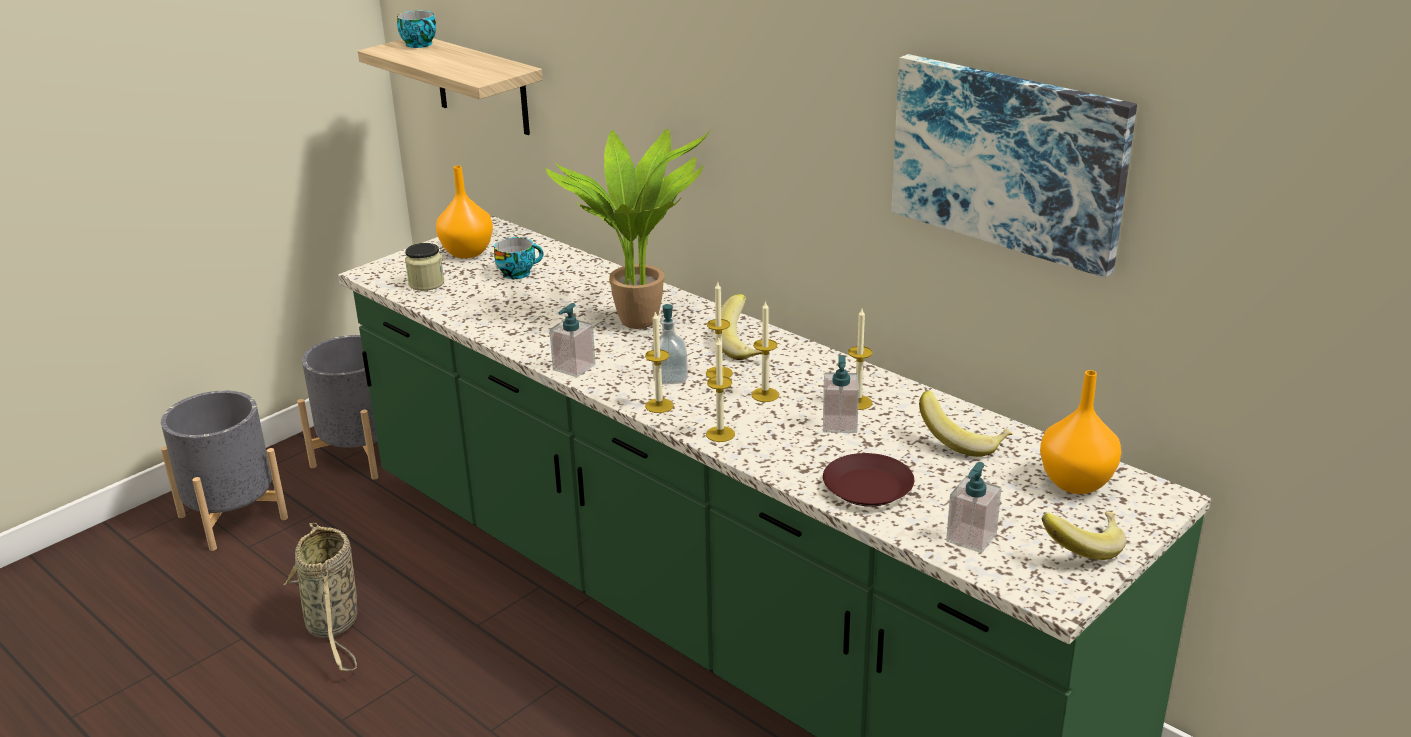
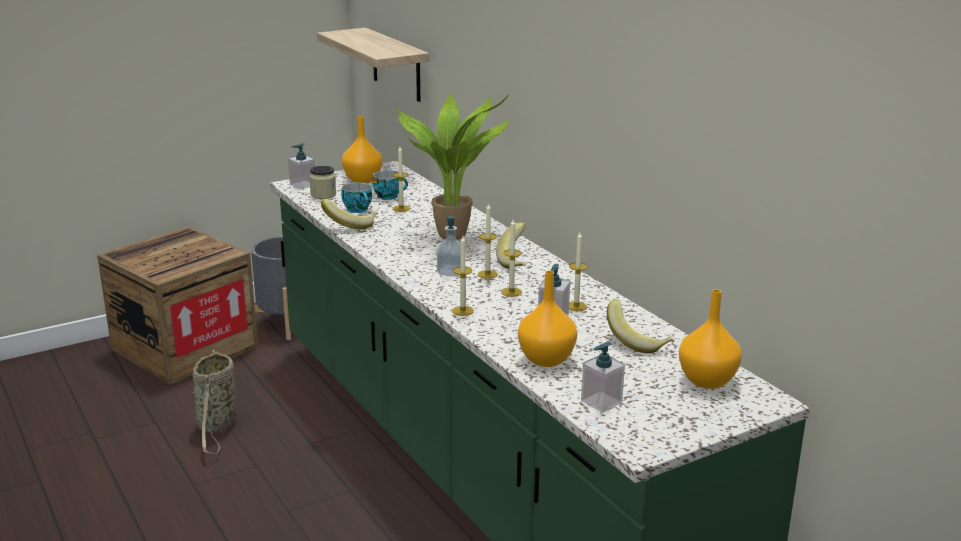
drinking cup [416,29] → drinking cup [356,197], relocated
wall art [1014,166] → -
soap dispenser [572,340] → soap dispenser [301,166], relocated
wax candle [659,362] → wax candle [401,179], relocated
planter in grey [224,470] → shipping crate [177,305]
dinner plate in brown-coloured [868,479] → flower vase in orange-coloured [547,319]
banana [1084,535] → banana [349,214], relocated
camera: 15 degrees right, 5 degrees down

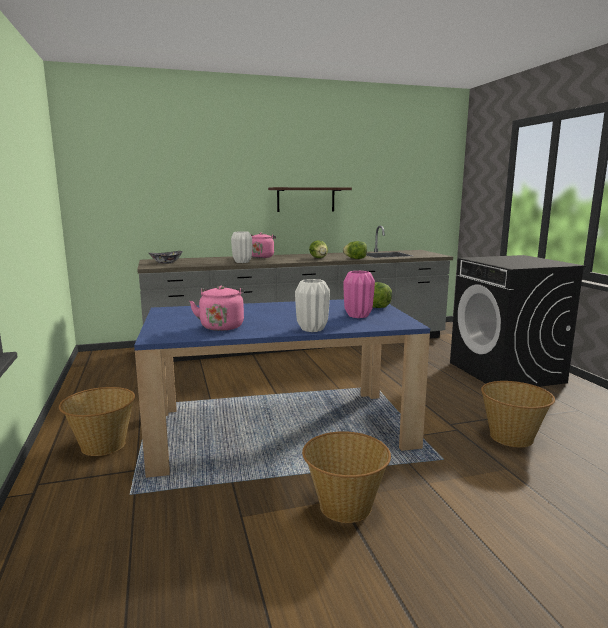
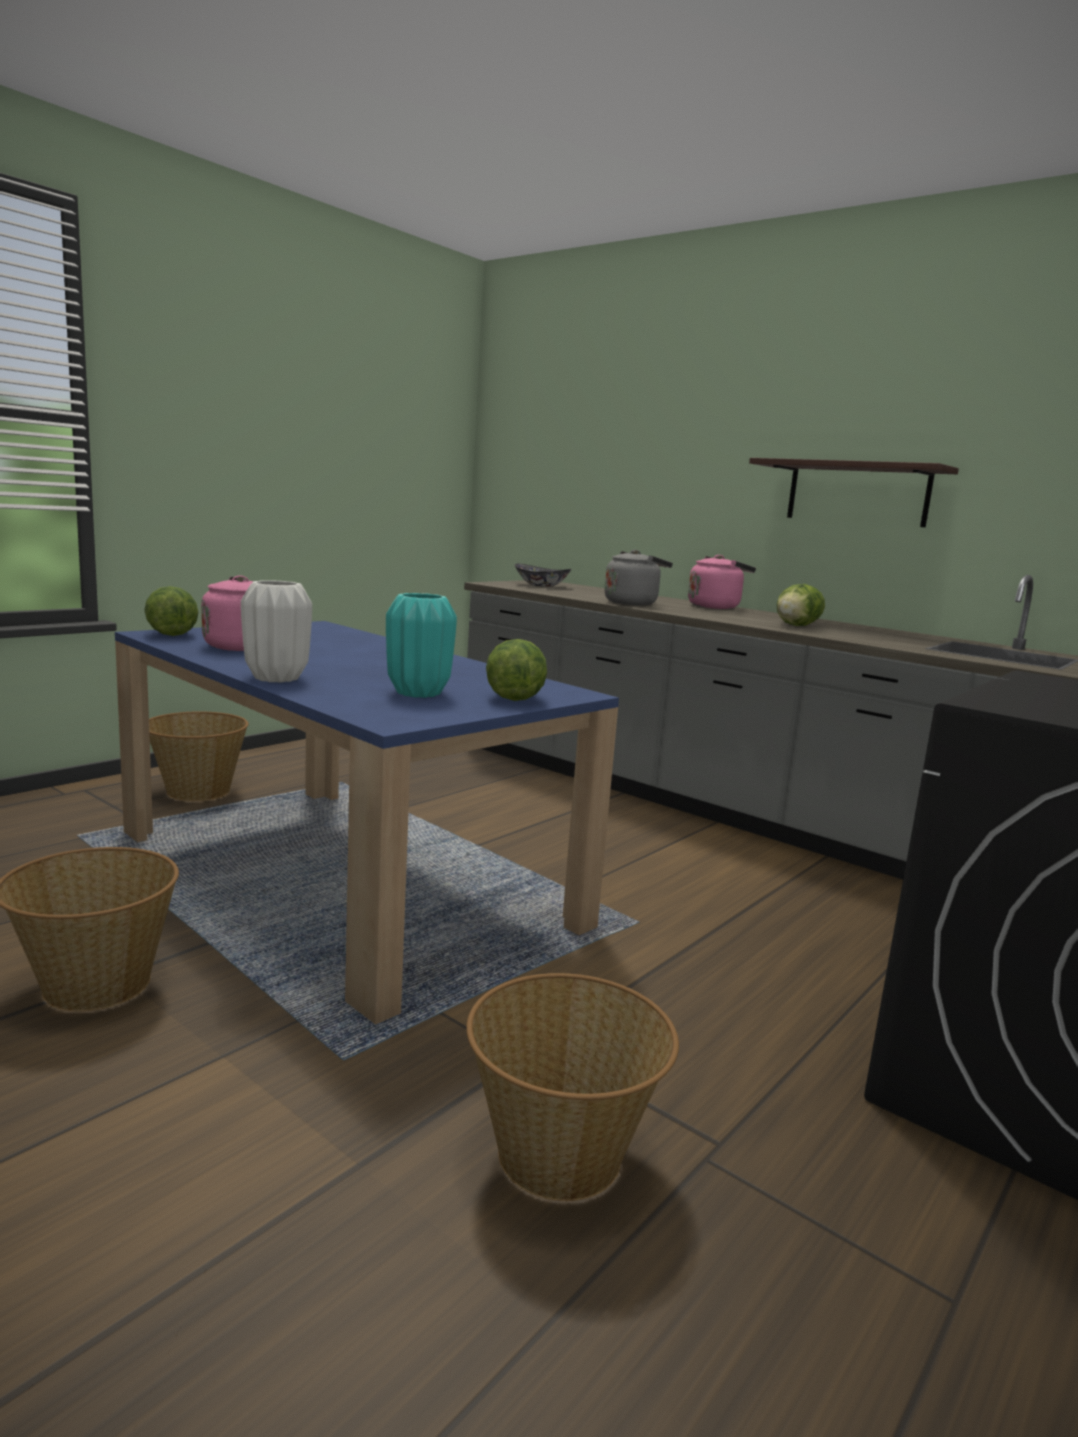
flower vase in white [241,247] → kettle in grey [638,577]
head of lettuce [355,250] → head of lettuce [171,611], relocated
flower vase in pink-coloured [359,294] → flower vase in turquoise [421,645]
camera: 55 degrees right, 0 degrees up

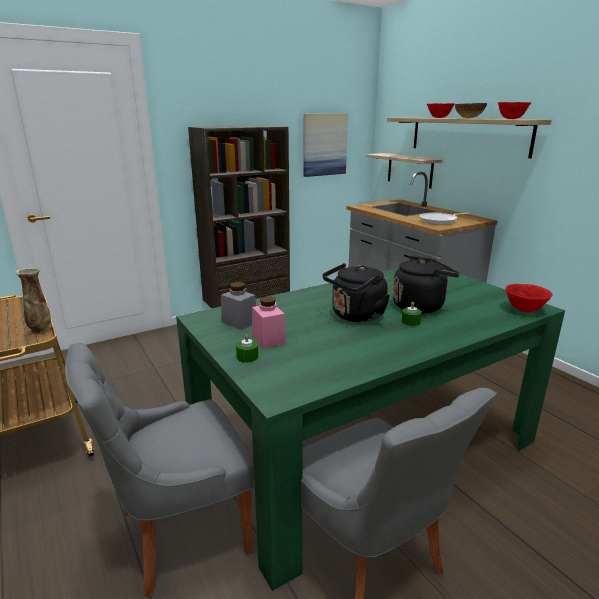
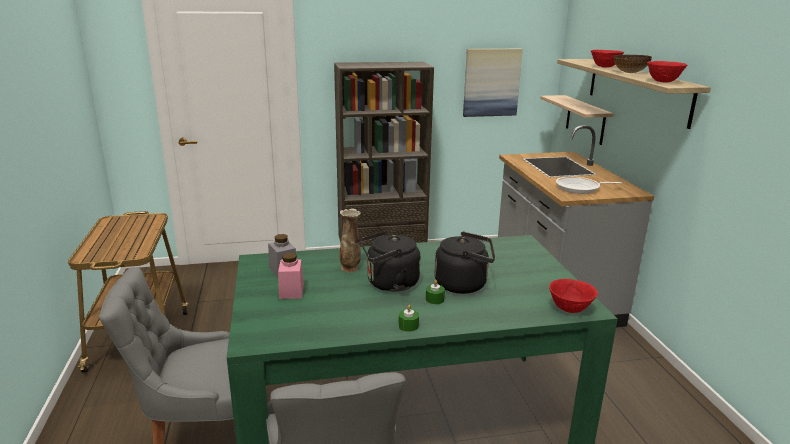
flower vase [33,301] → flower vase [350,240], relocated
wax candle in greenish [247,348] → wax candle in greenish [409,318], relocated
camera: 20 degrees right, 0 degrees up

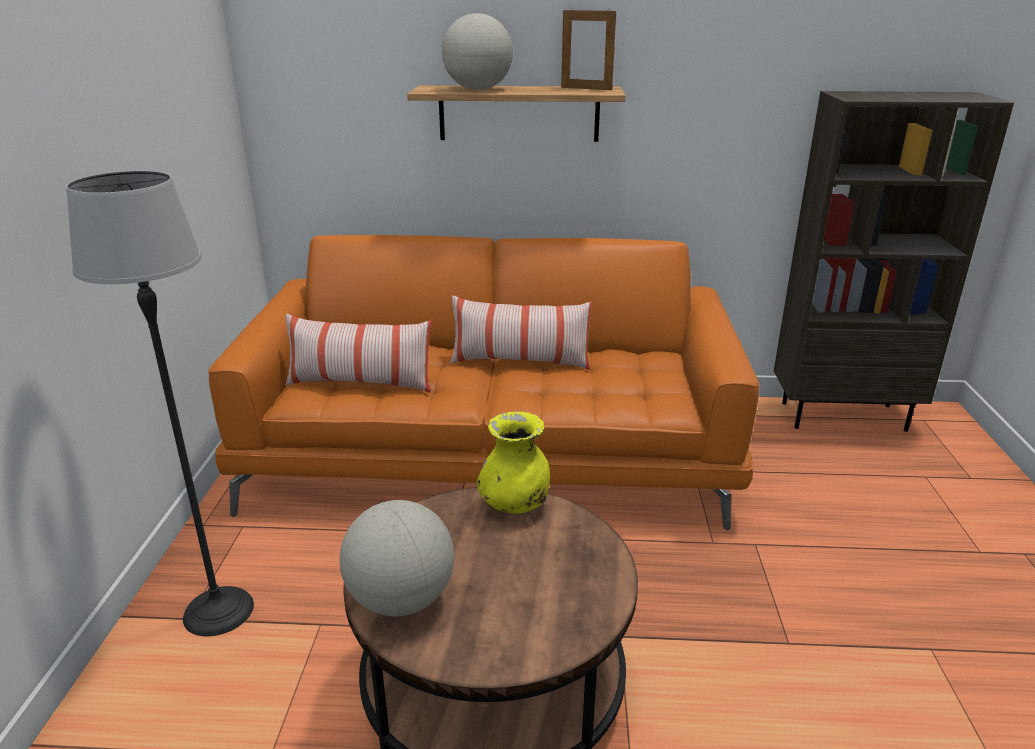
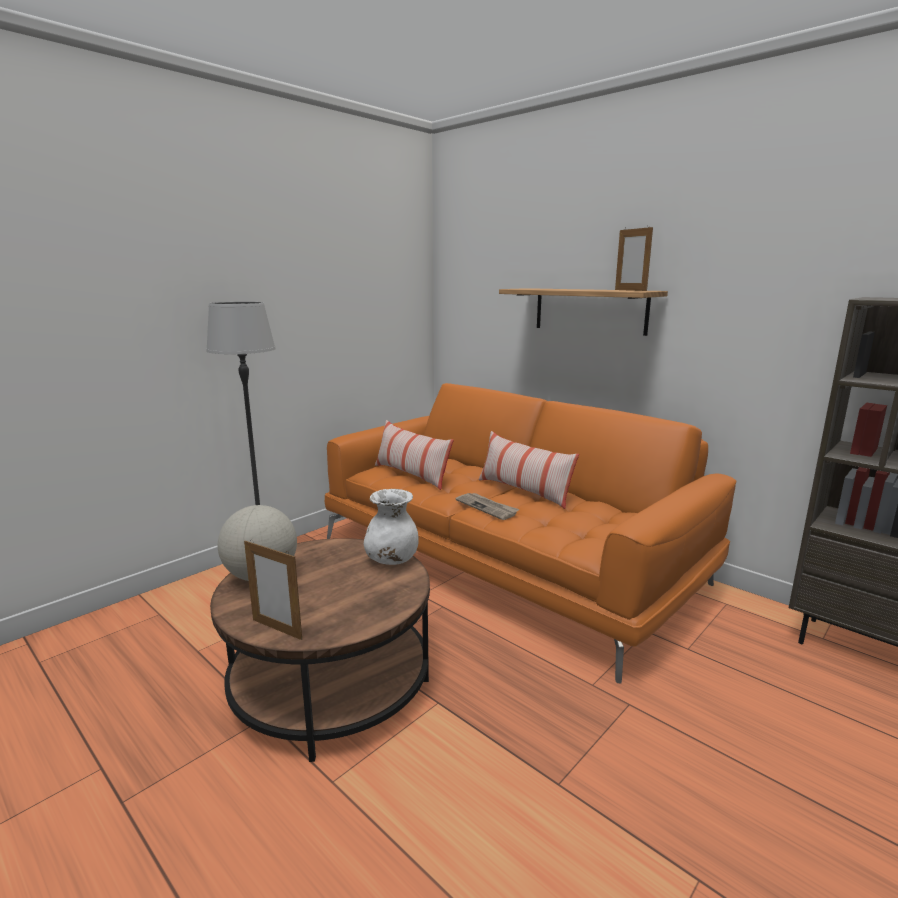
desk globe [477,51] → -
flower vase in yellow [513,462] → flower vase in white [391,527]
- → newspaper [487,506]
- → photo frame [273,590]
camera: 40 degrees right, 10 degrees down

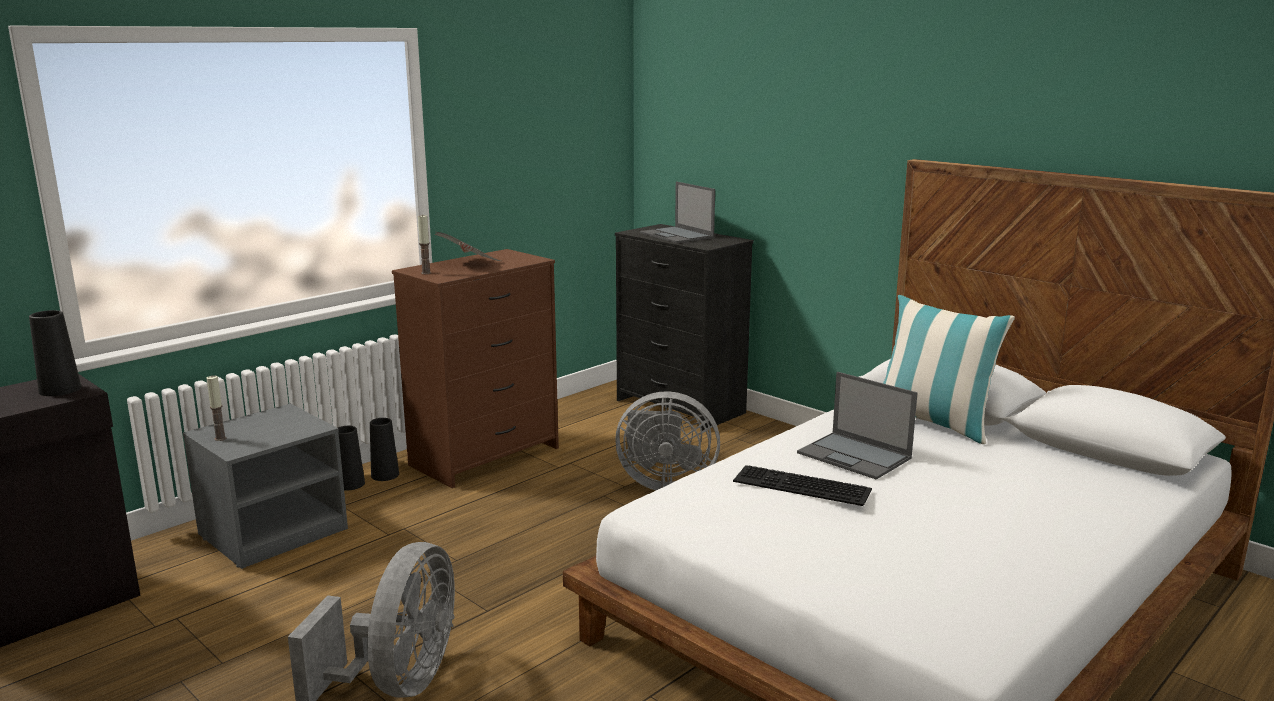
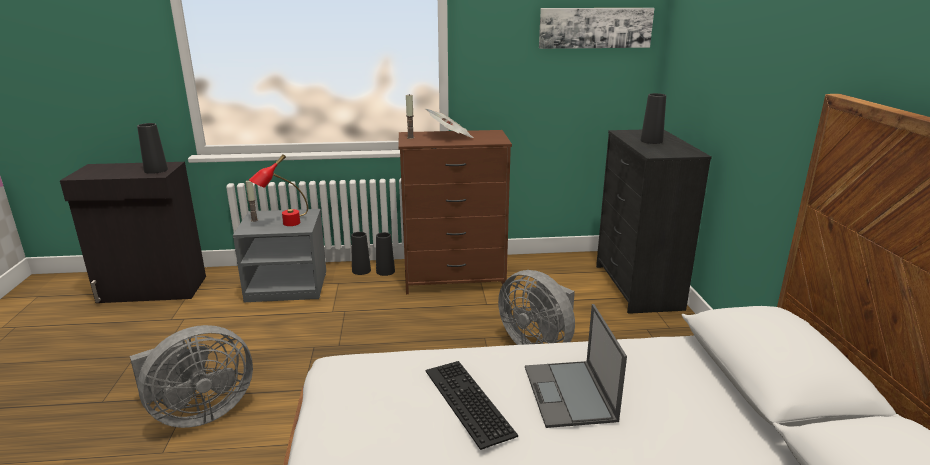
laptop [677,212] → flower vase in black-coloured [653,118]
pillow [949,369] → -
- → wall art [596,28]
- → lamp for a table in red-coloured [278,190]
camera: 40 degrees right, 5 degrees up

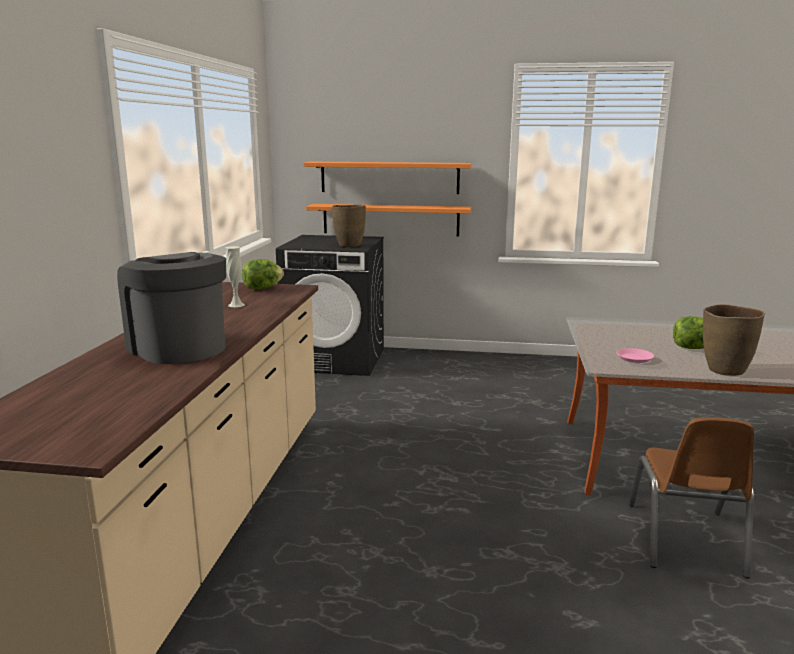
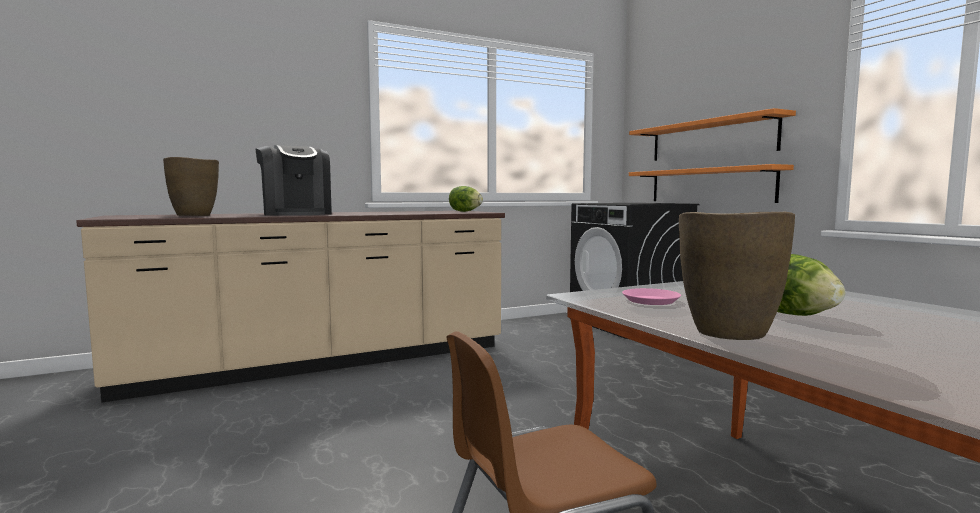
flower vase in brown-coloured [349,225] → flower vase in brown-coloured [191,186], relocated
flower vase in white [235,276] → -
coffee maker [171,308] → coffee maker [293,180], 135 degrees clockwise
camera: 55 degrees right, 10 degrees down

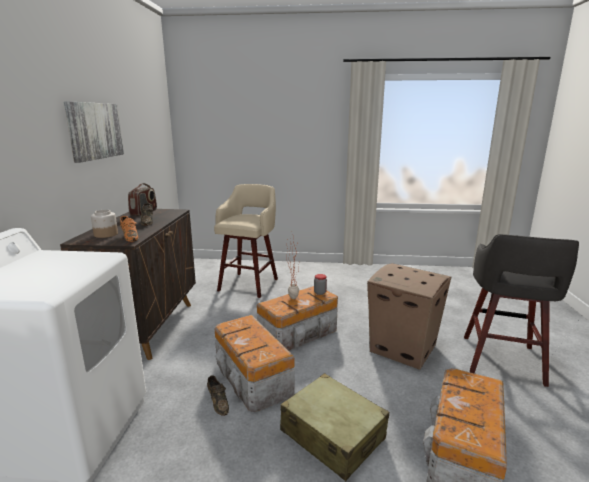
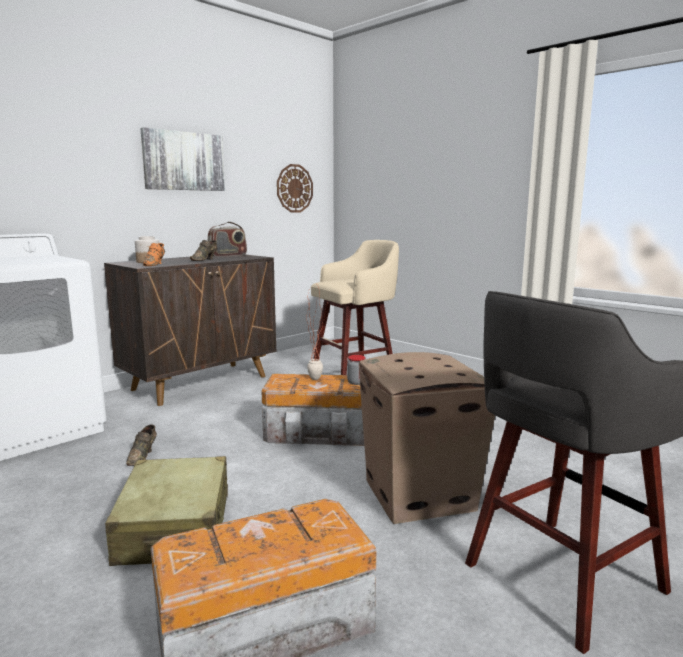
storage box [254,363] → -
- → clock on the wall [295,188]
camera: 40 degrees right, 5 degrees down

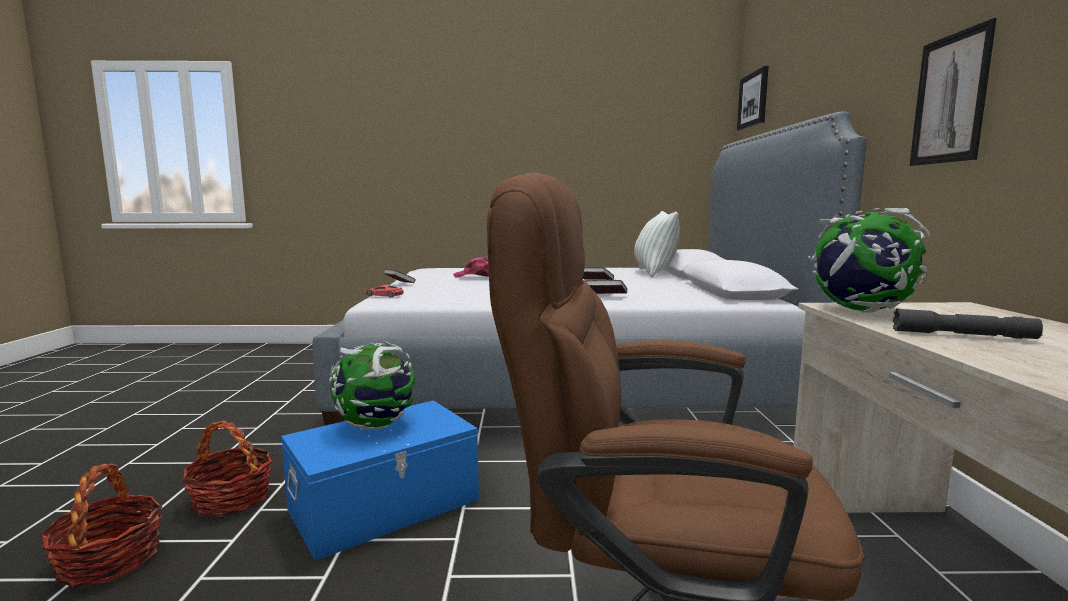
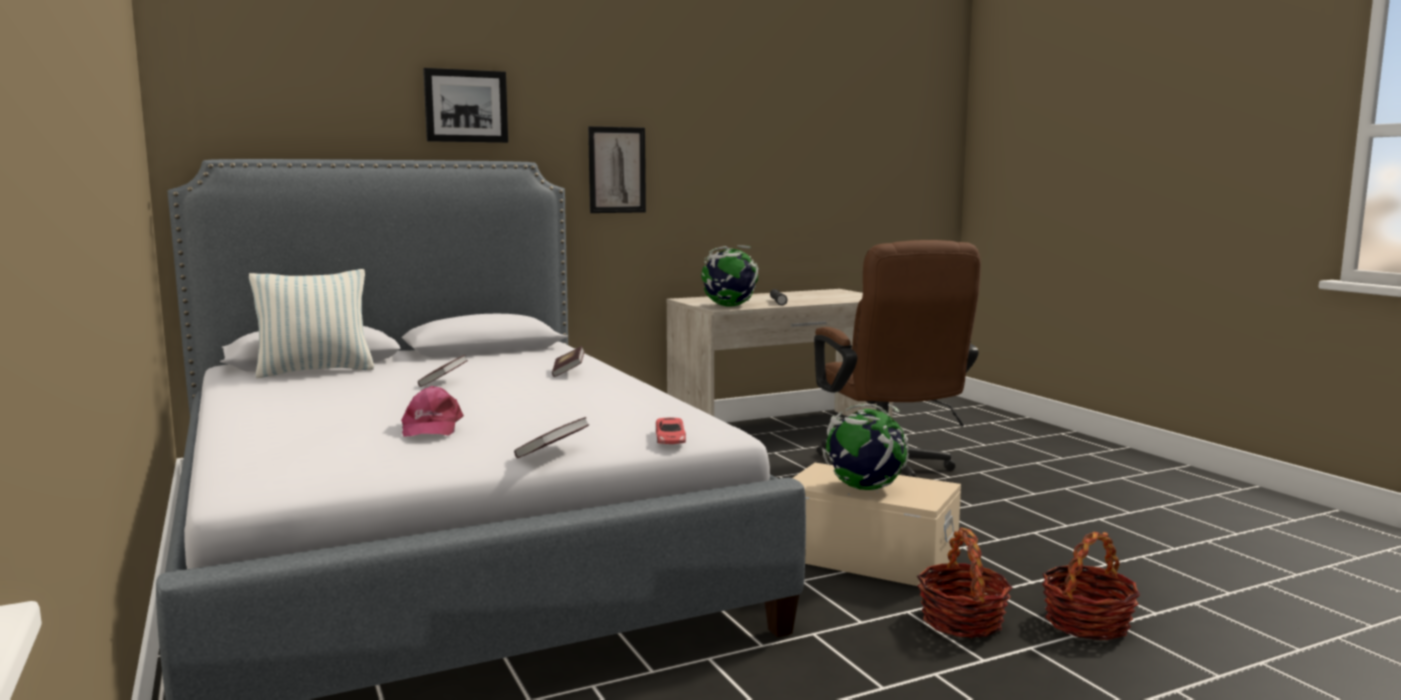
wall art [753,98] → wall art [465,105], relocated
storage box in blue-coloured [380,480] → storage box in beige [877,525]
camera: 115 degrees left, 0 degrees up

